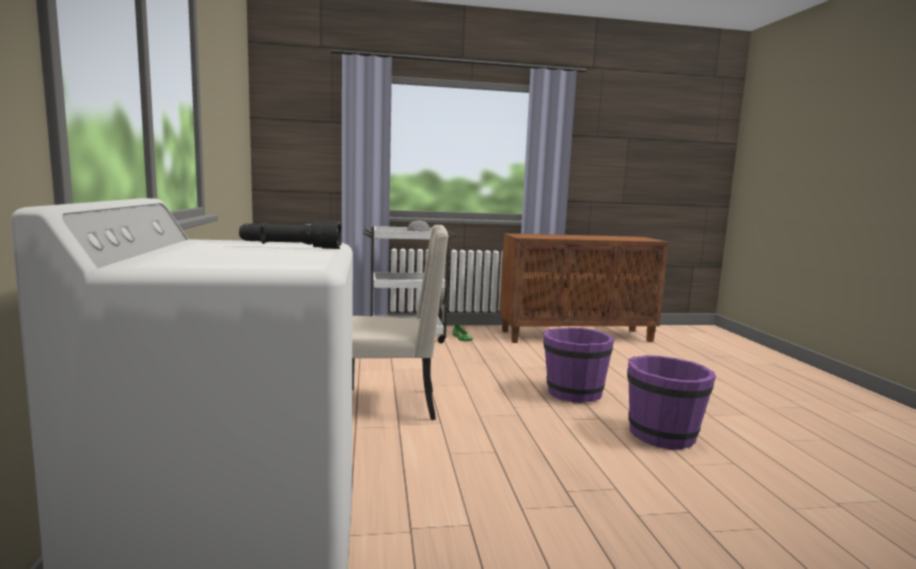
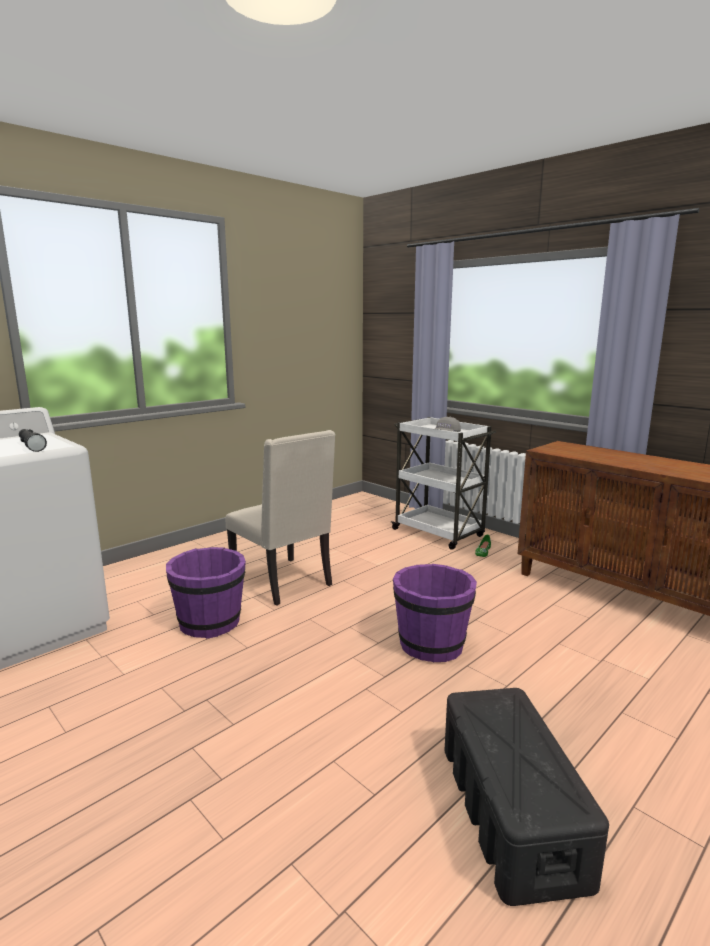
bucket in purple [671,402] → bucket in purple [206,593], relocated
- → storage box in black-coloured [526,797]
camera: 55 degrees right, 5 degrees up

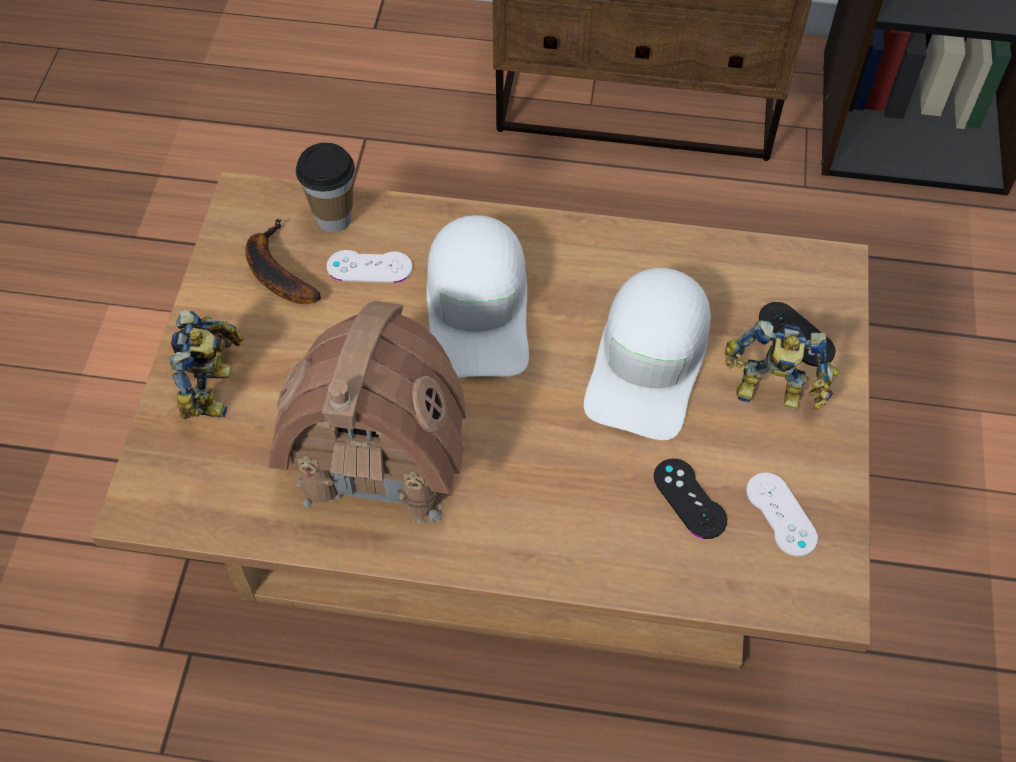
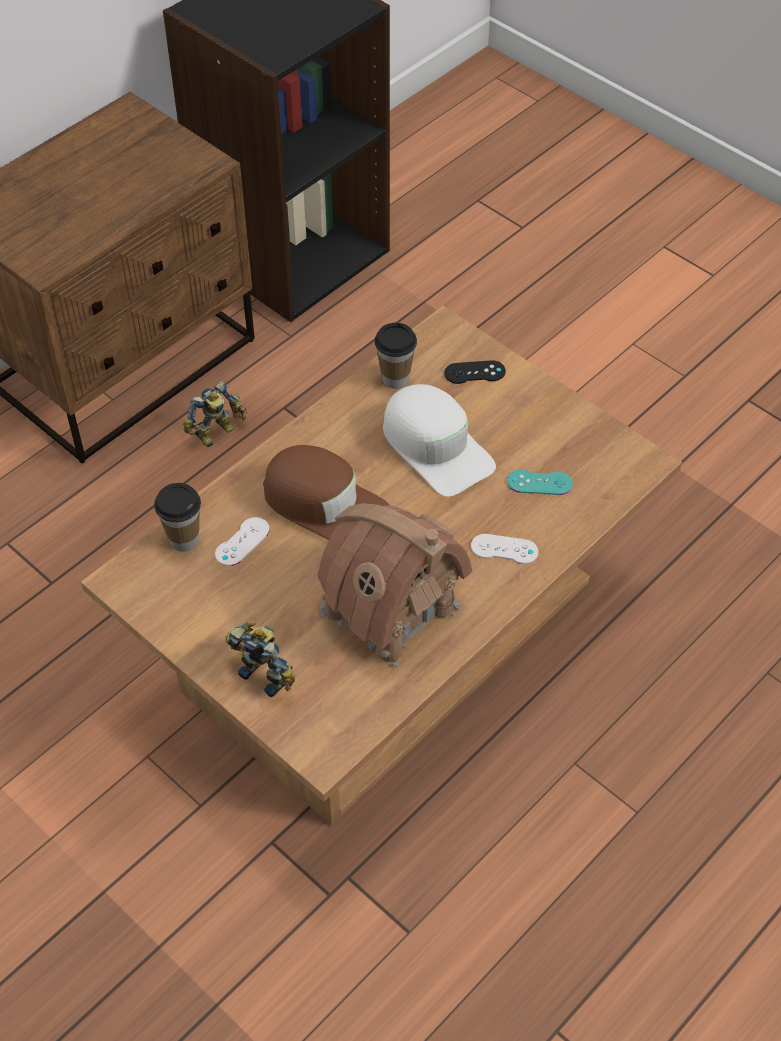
peaked cap in white [478,296] → peaked cap in brown-coloured [327,492]
banana [283,261] → -
model robot [781,365] → model robot [215,414], relocated
game controller in black-coloured [690,498] → game controller in turquoise [540,482]
game controller in white [782,515] → game controller in white [504,549], relocated
- → drinking cup [395,356]
camera: 55 degrees left, 5 degrees down

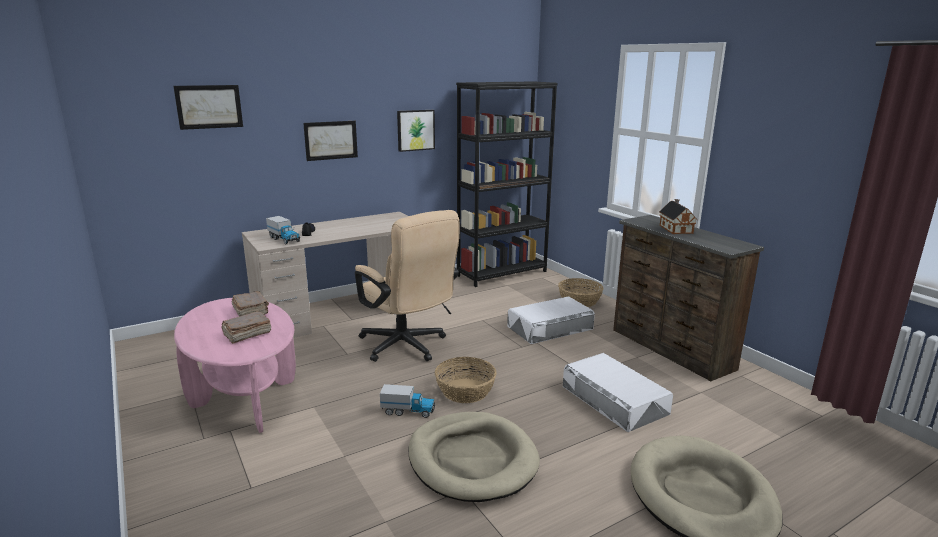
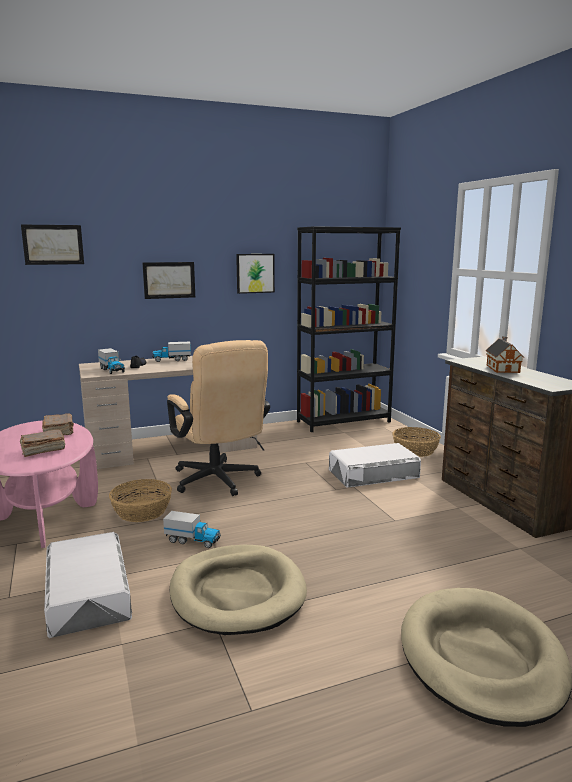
storage box in white [618,392] → storage box in white [88,585], relocated
household basket [466,380] → household basket [140,500], relocated
- → toy truck [171,352]
camera: 10 degrees right, 5 degrees down

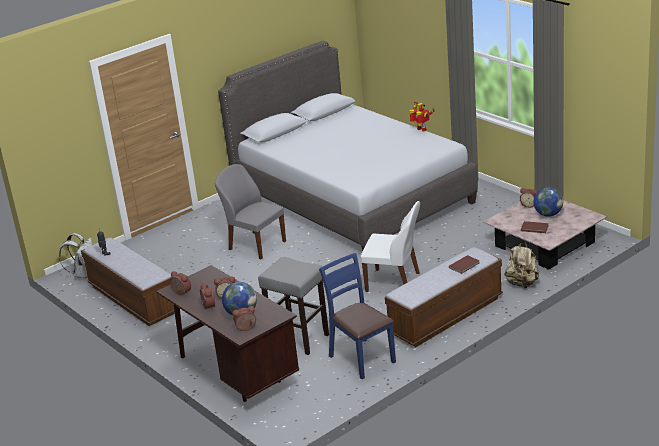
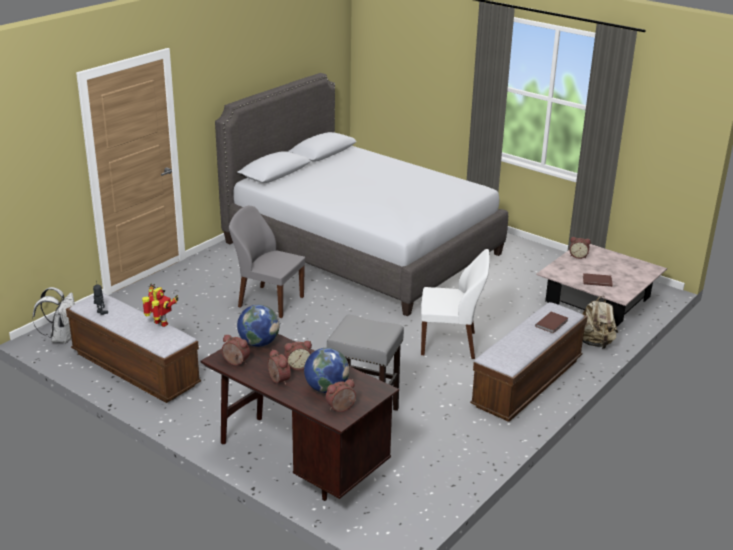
model robot [422,116] → model robot [160,305], relocated
desk globe [548,202] → desk globe [258,326], relocated
upright chair in blue-coloured [357,316] → -
camera: 15 degrees left, 0 degrees up

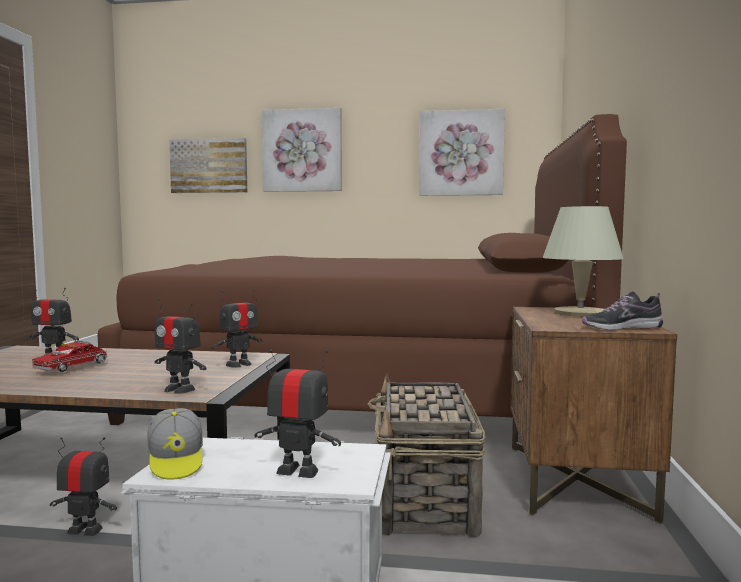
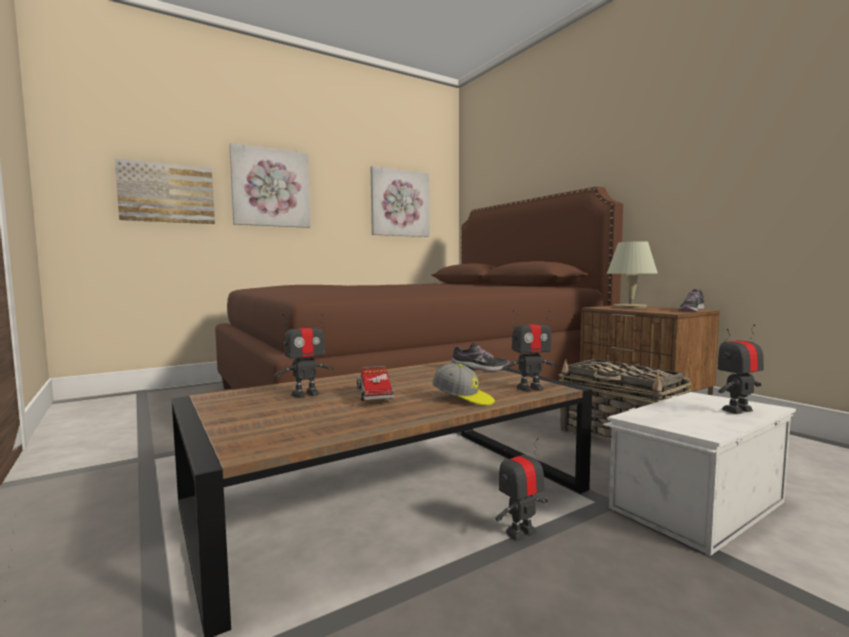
model robot [237,328] → shoe [480,357]
peaked cap [175,444] → peaked cap [463,384], relocated
camera: 40 degrees left, 0 degrees up

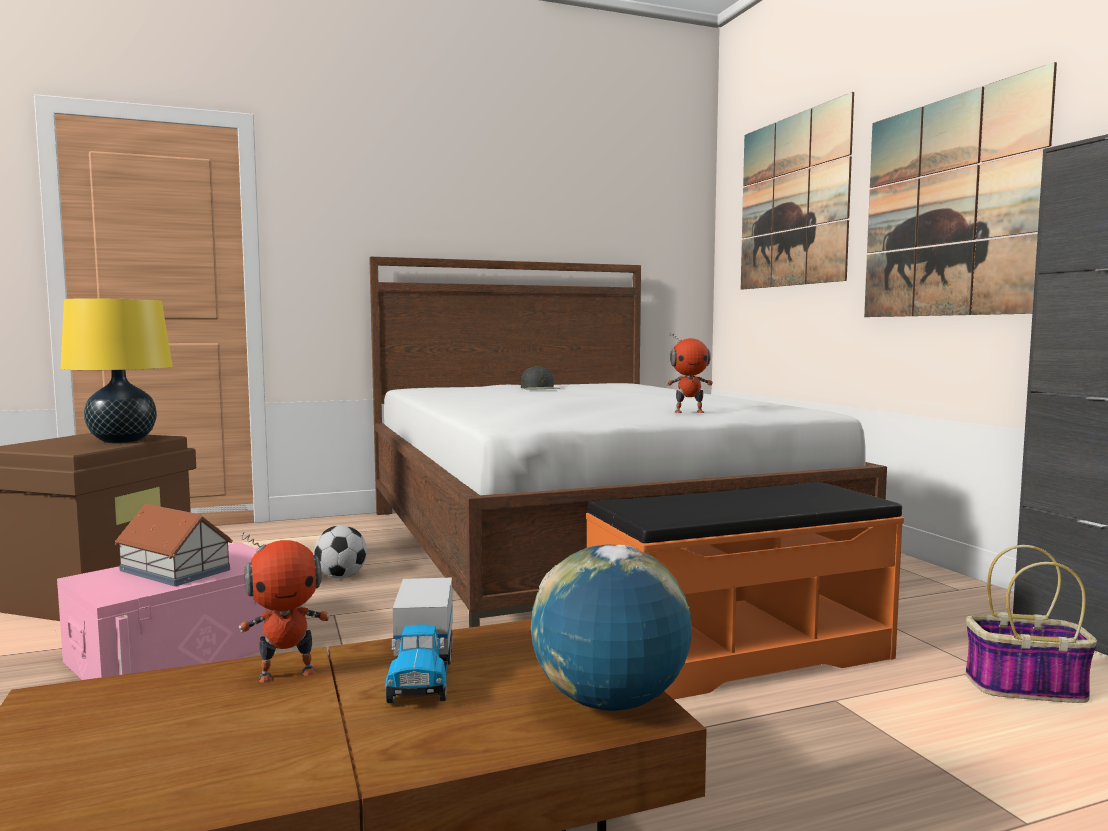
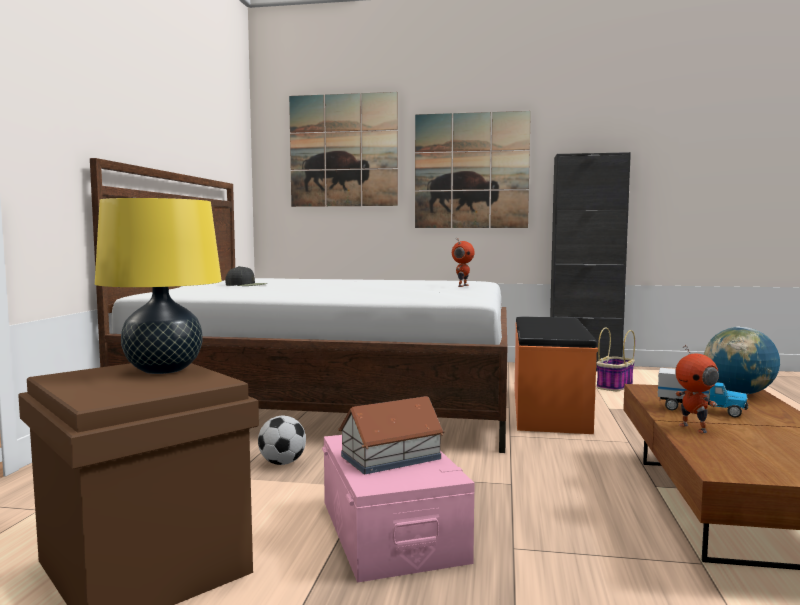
model robot [284,607] → model robot [697,389], 150 degrees clockwise
camera: 60 degrees left, 0 degrees up

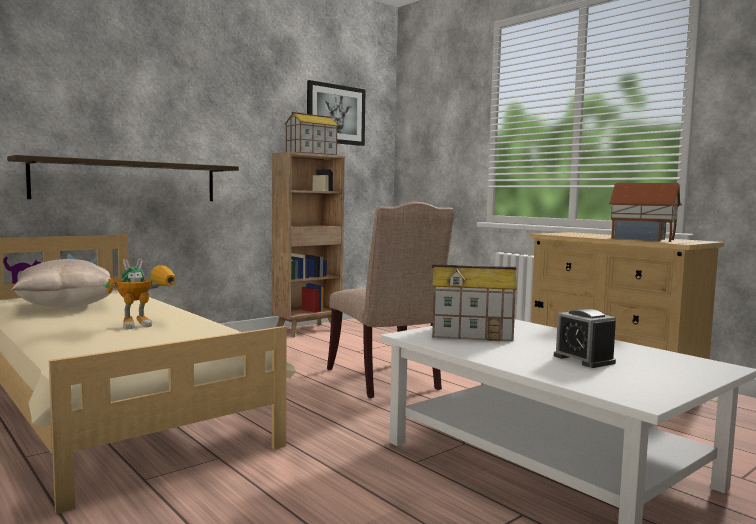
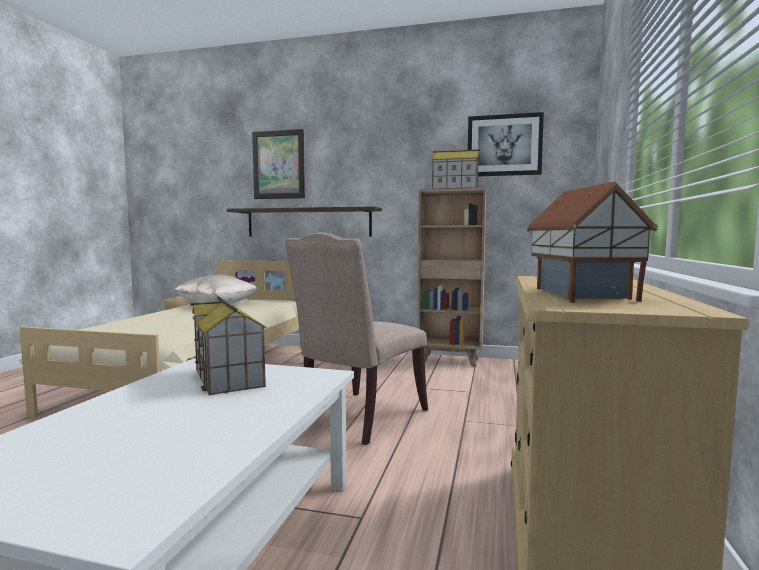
model robot [140,293] → -
alarm clock [585,338] → -
- → wall art [278,164]
camera: 55 degrees right, 0 degrees up

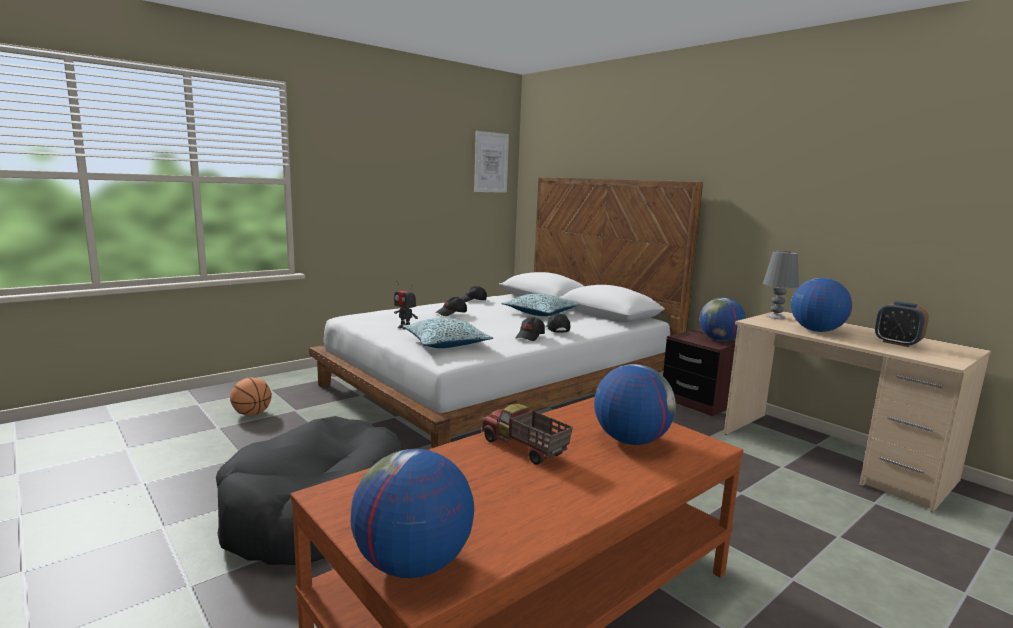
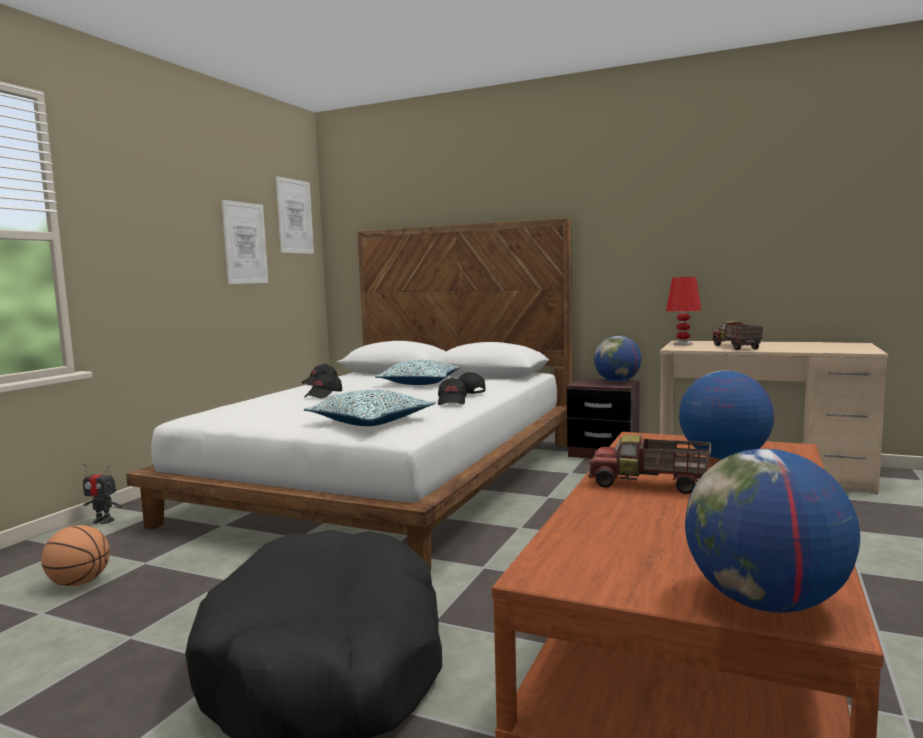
lamp for a table in grey [781,285] → lamp for a table in red-coloured [683,311]
desk globe [821,305] → toy truck [737,335]
model robot [406,305] → model robot [102,494], relocated
alarm clock [902,324] → -
- → wall art [244,242]
camera: 25 degrees left, 5 degrees down

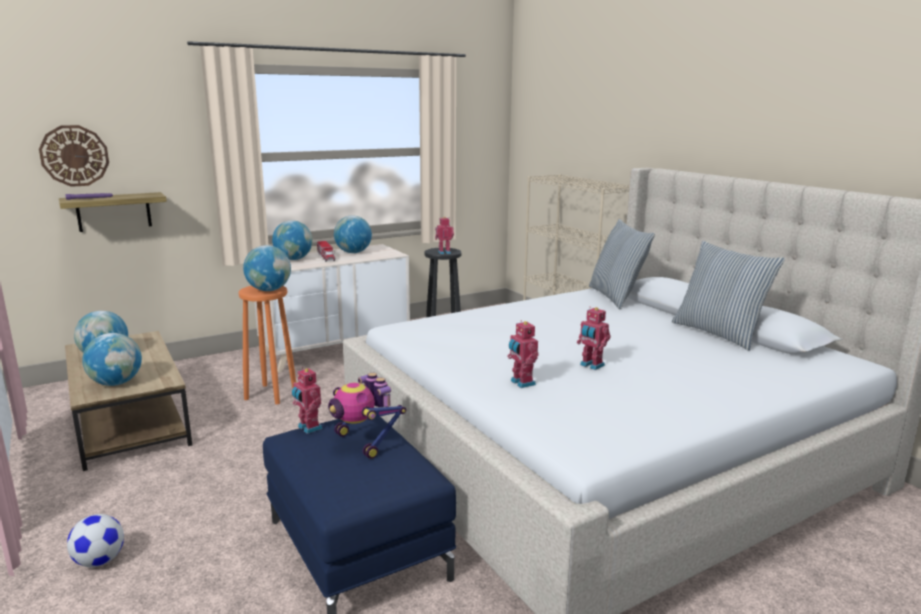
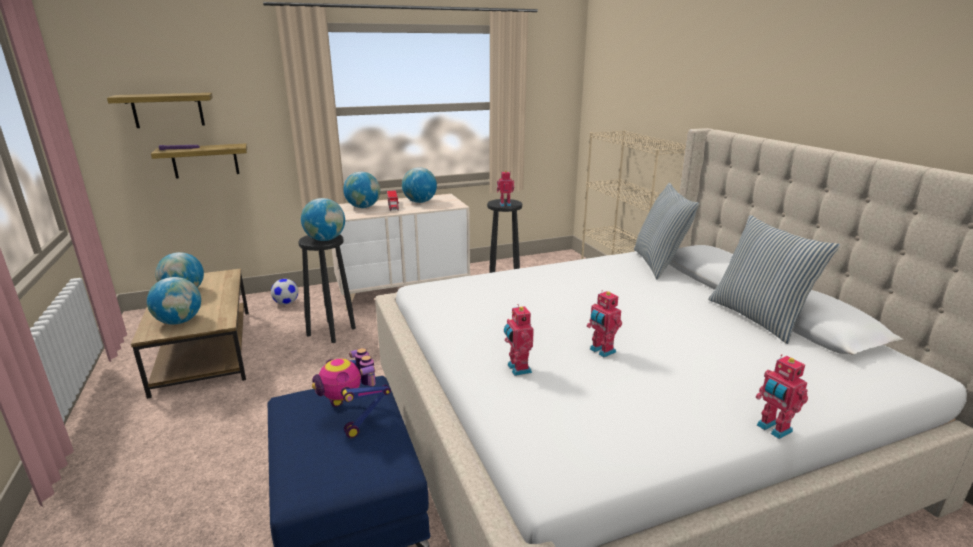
clock on the wall [74,156] → shelf [160,110]
sitting stool in orange-coloured [267,345] → sitting stool in black-coloured [327,288]
model robot [307,400] → model robot [782,396], relocated
football ball [95,540] → football ball [284,292], relocated
camera: 10 degrees right, 5 degrees up

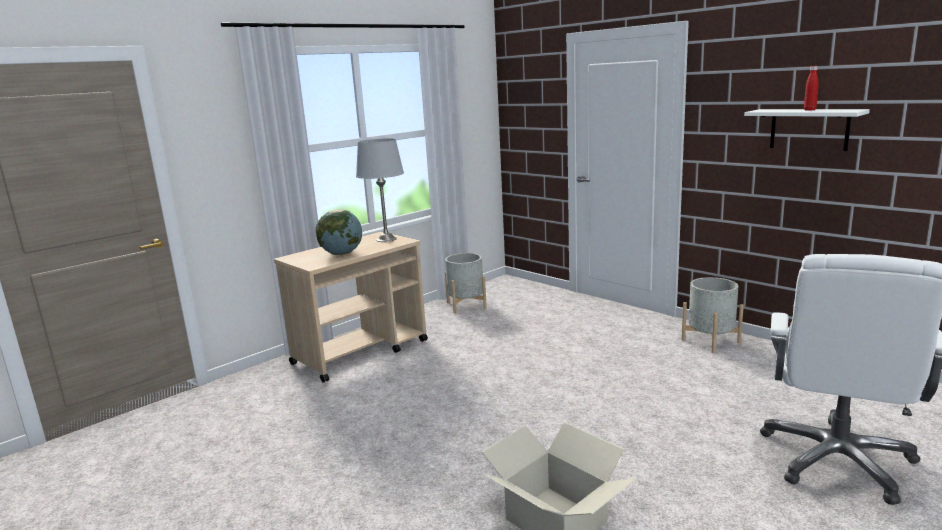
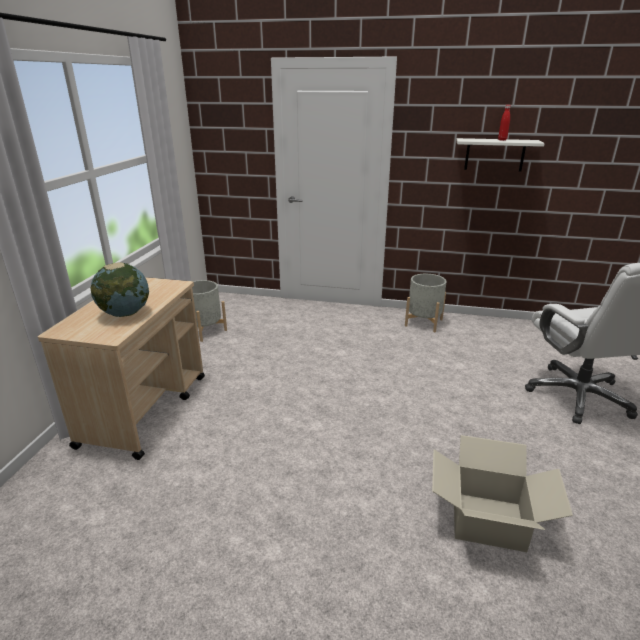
lamp for a table in grey [380,190] → -
camera: 35 degrees left, 10 degrees up

